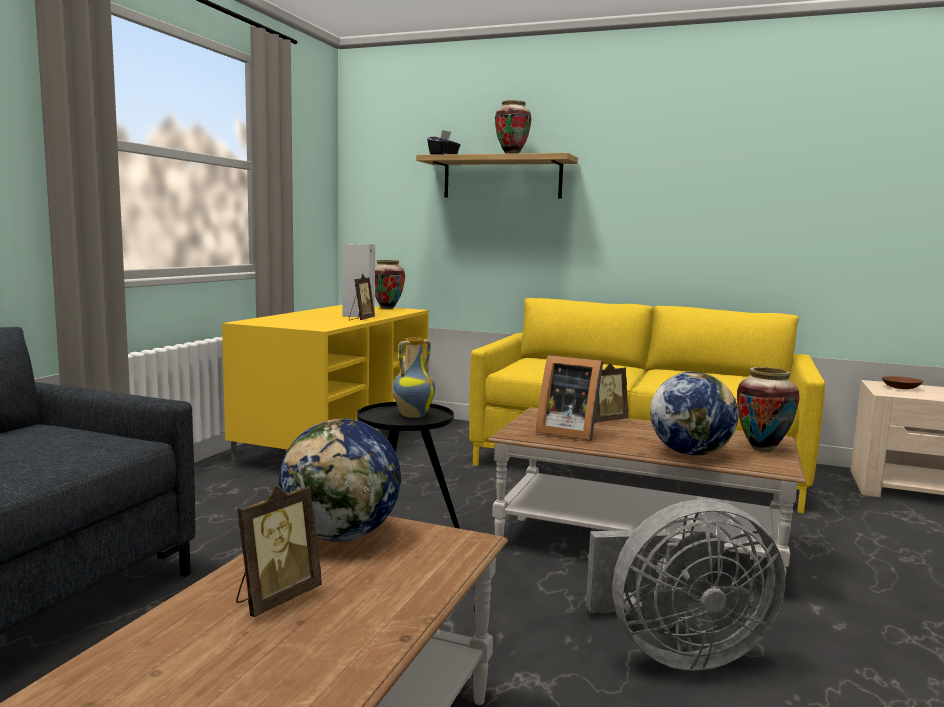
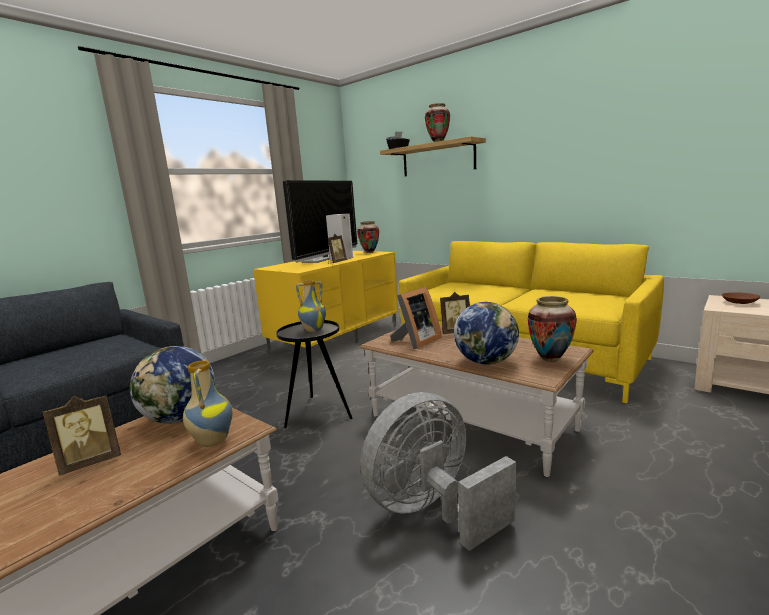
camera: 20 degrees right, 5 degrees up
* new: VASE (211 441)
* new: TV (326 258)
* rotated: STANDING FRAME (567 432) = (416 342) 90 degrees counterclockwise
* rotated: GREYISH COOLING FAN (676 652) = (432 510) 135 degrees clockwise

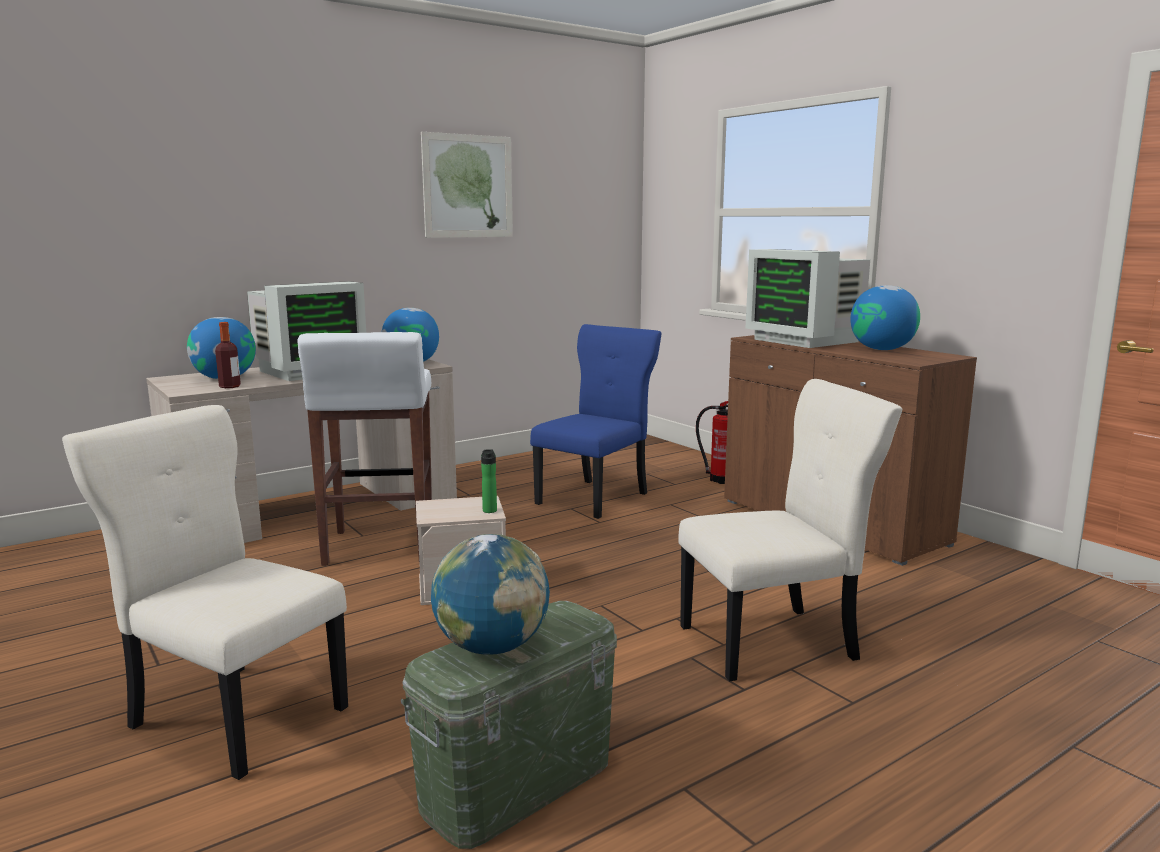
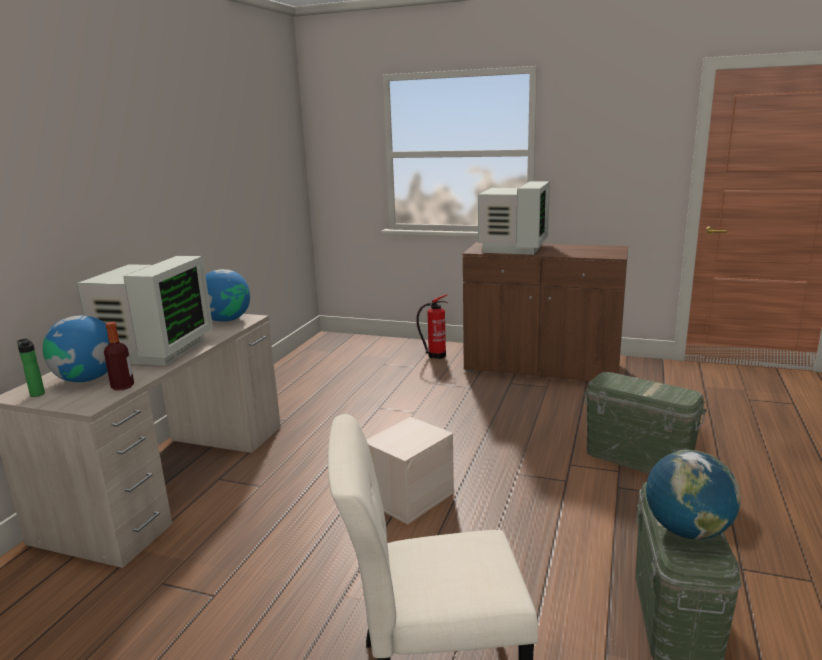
camera: 35 degrees left, 5 degrees up
* gone: WHITE SITTING STOOL (379 547)
* gone: PICTURE (468 186)
* gone: BLUISH UPRIGHT CHAIR (595 497)
* gone: DESK GLOBE (882 349)
* shifted: DRINK BOTTLE (489 510) to (37 393)
* swapped: BEIGE-COLOURED UPRIGHT CHAIR (774 642) to GREENISH STORAGE CONTAINER (638 458)
* rotated: COMPUTER DISPLAY (806 340) = (512 248) 90 degrees counterclockwise

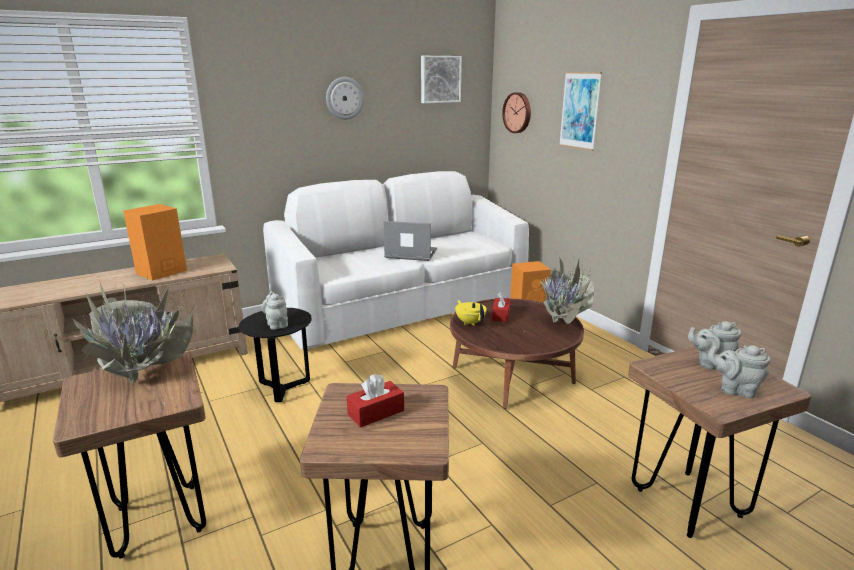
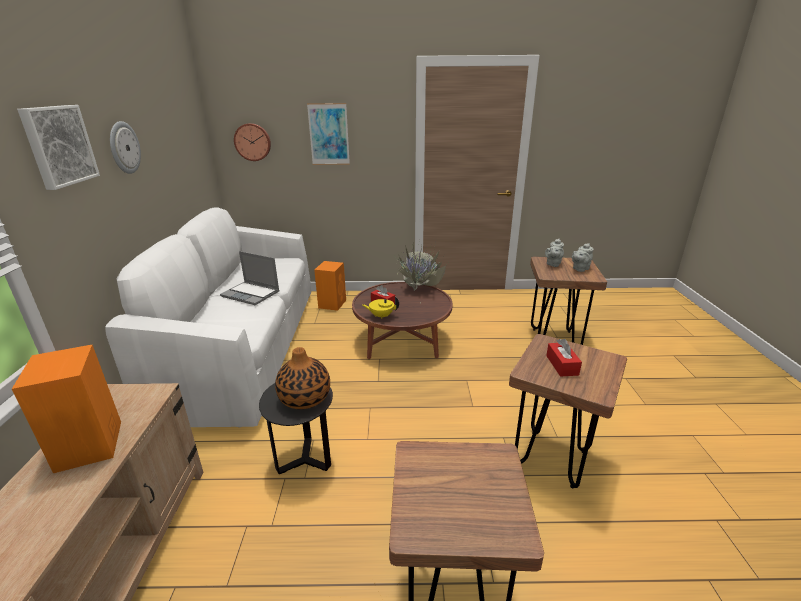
camera: 60 degrees left, 5 degrees up
* gone: HOUSEPLANT (144 378)
* shifted: PICTURE (440 79) to (58 145)
* swapped: GREYISH POT FOR TEA (277 324) to VASE (305 398)
* rotated: PORTABLE COMPUTER (410 254) = (251 294) 105 degrees counterclockwise

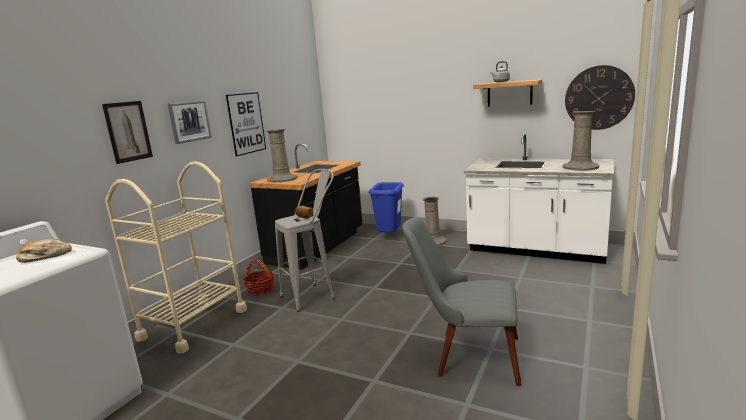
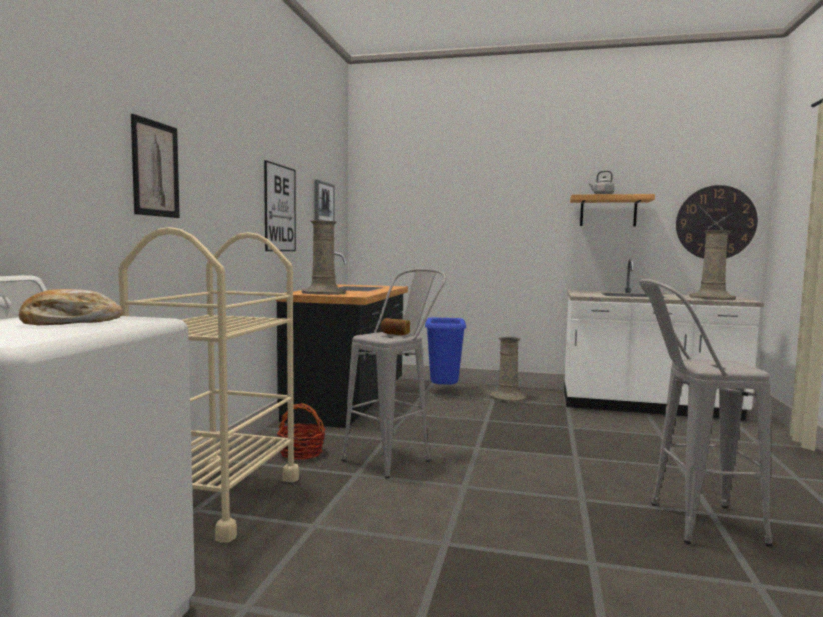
camera: 15 degrees left, 10 degrees down
* shifted: PICTURE (189 121) to (323 202)
* swapped: GREYISH UPRIGHT CHAIR (465 355) to GREYISH SITTING STOOL (689 523)

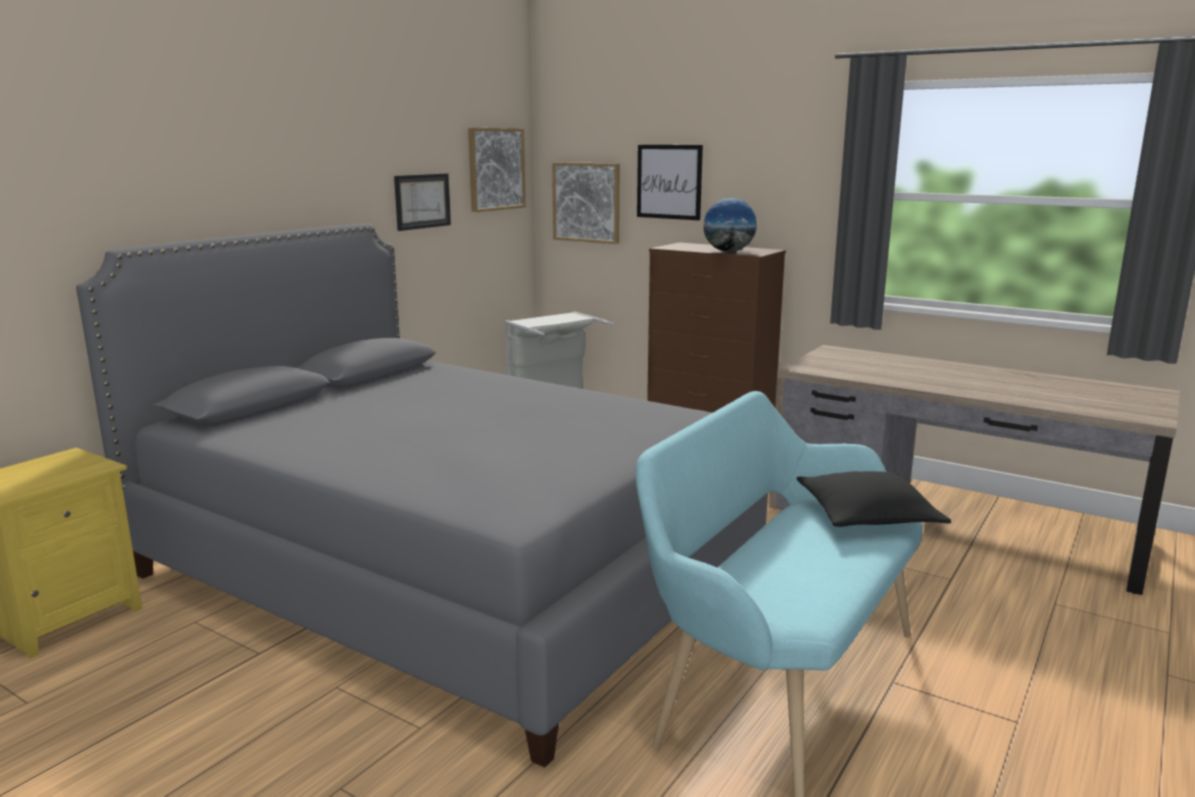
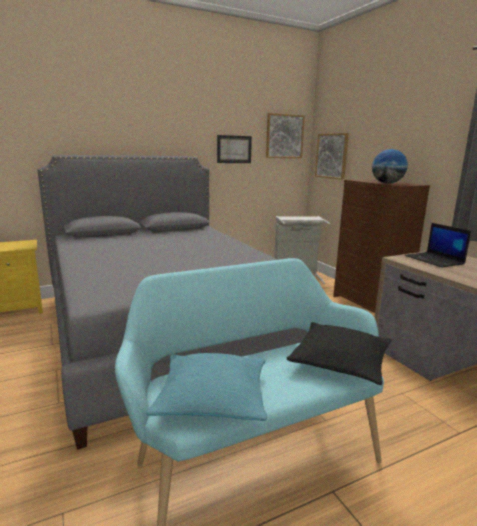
camera: 30 degrees right, 0 degrees up
* gone: PICTURE (669 182)
* new: TURQUOISE CUSHION (212 398)
* new: PORTABLE COMPUTER (435 260)

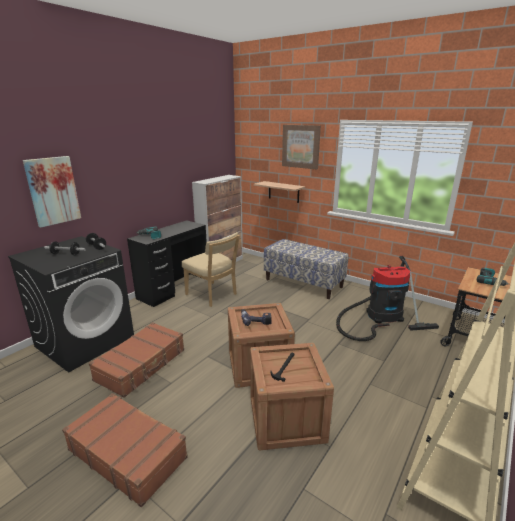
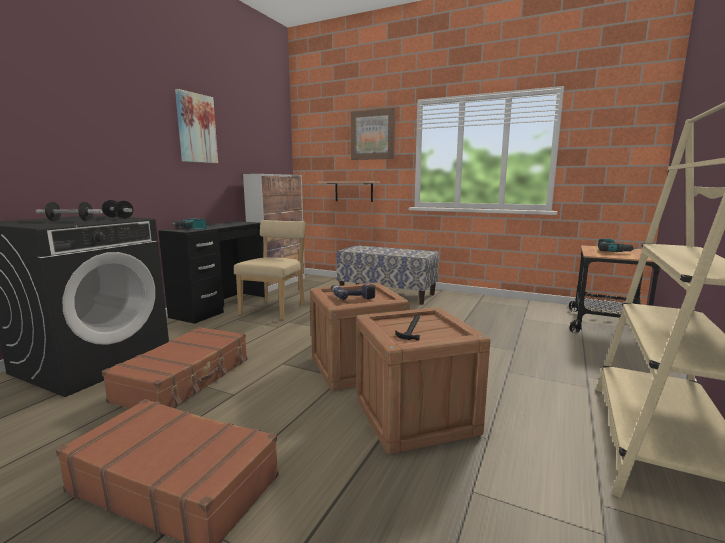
camera: 10 degrees left, 10 degrees down
* gone: HOOVER (381 317)
* shifted: PICTURE (53 191) to (196 128)
* rotated: BEIGE-COLOURED UPRIGHT CHAIR (213 295) = (275 309) 105 degrees counterclockwise

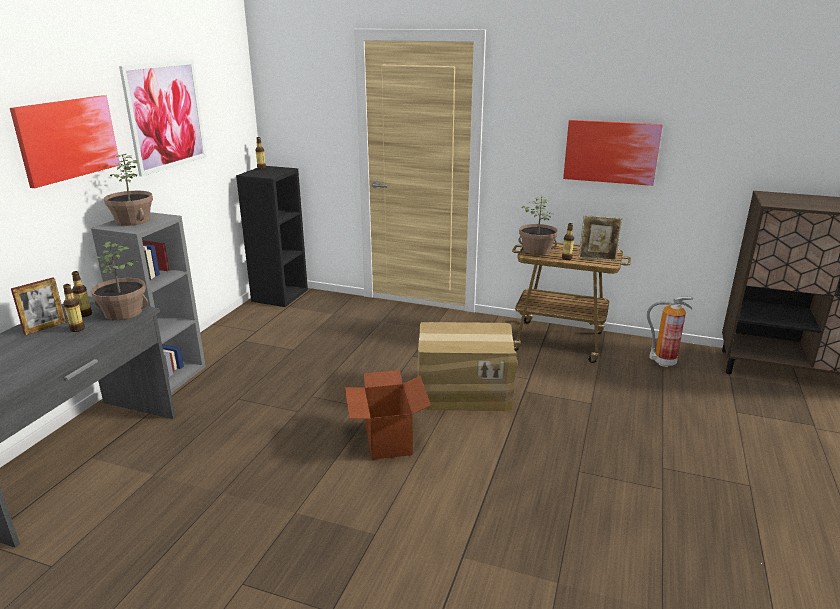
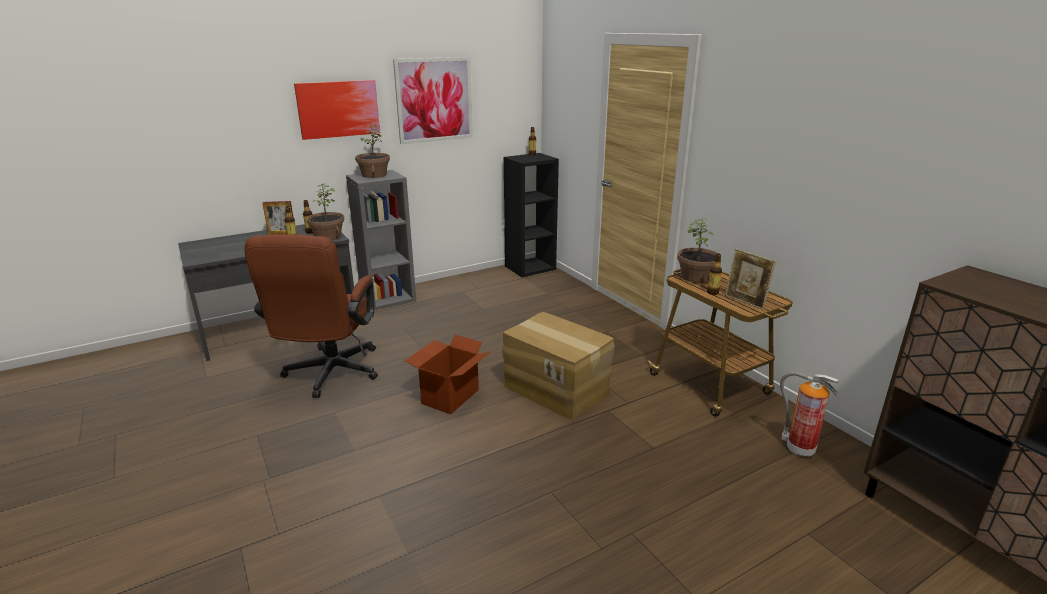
camera: 40 degrees right, 0 degrees up
* gone: PICTURE (611 152)
* new: BROWN DESK CHAIR (330 375)

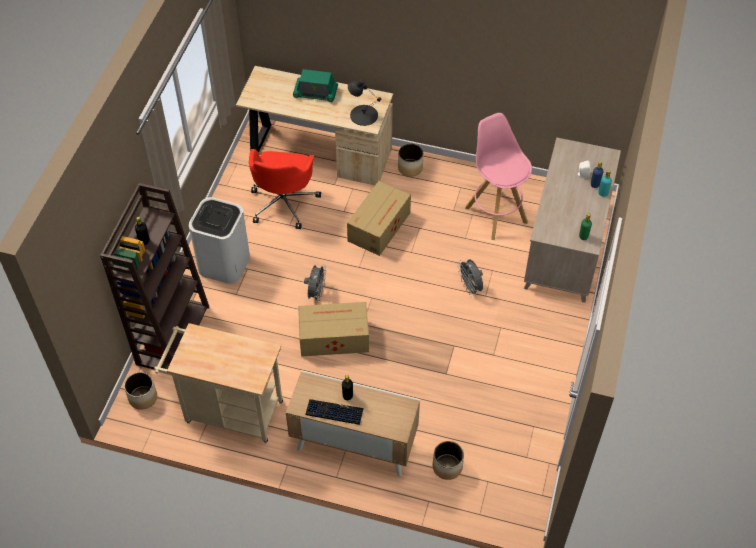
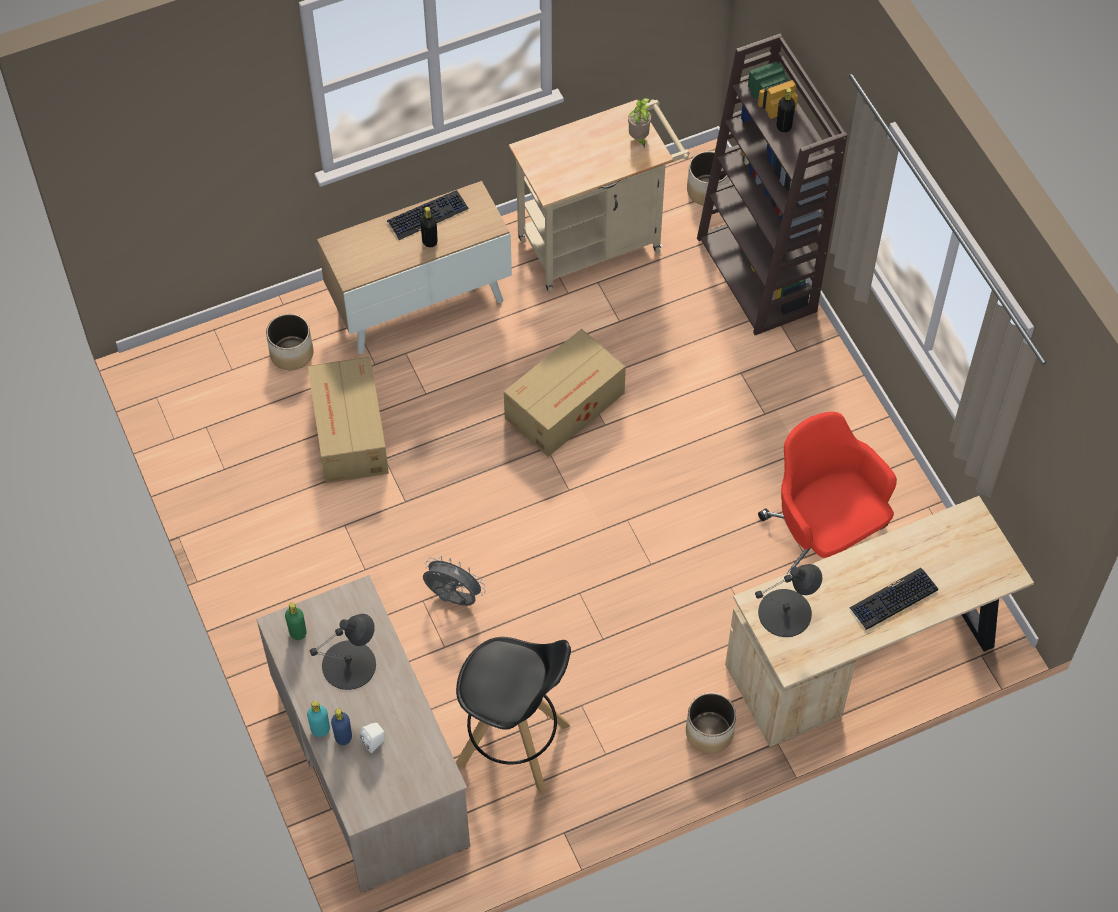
camera: 140 degrees right, 5 degrees up
* gone: WHITE WASTE BIN (224 263)
* gone: GREYISH COOLING FAN (316 293)
* new: BLACK-COLOURED LAMP FOR A TABLE (350 665)
* new: HOUSEPLANT (639 138)
* shifted: PACKING BOX (380 226) to (349 434)
* swapped: RADIO RECEIVER (315 93) to COMPUTER KEYBOARD (893 599)
* repainted: PINKISH SITTING STOOL (495 214) to BLACK-COLOURED SITTING STOOL (515 745)

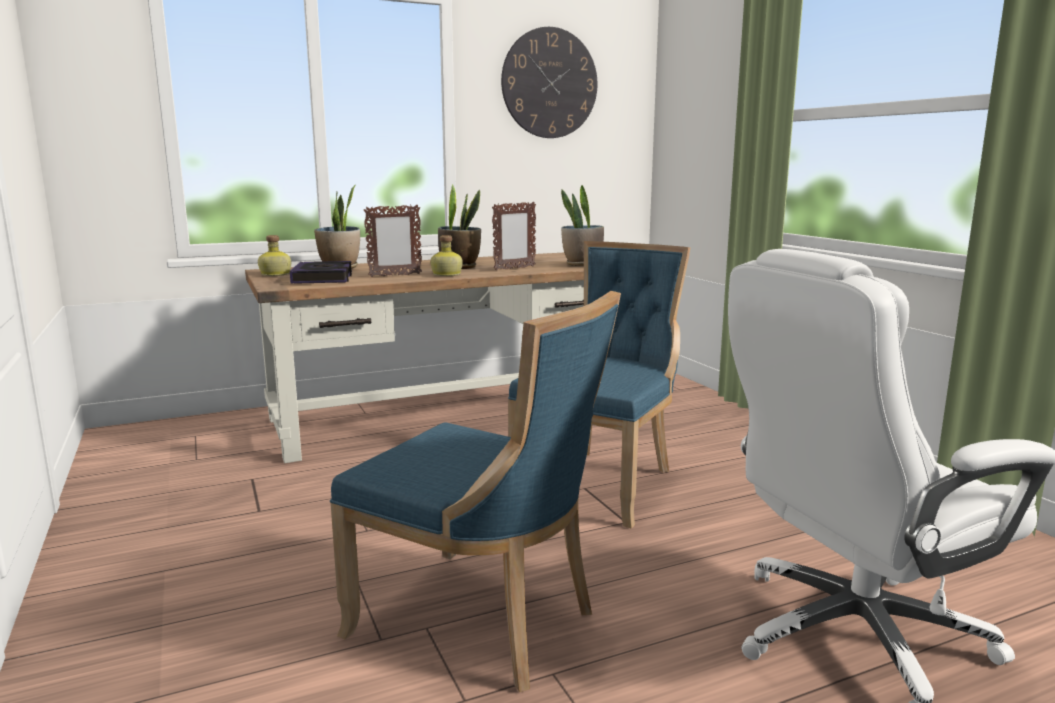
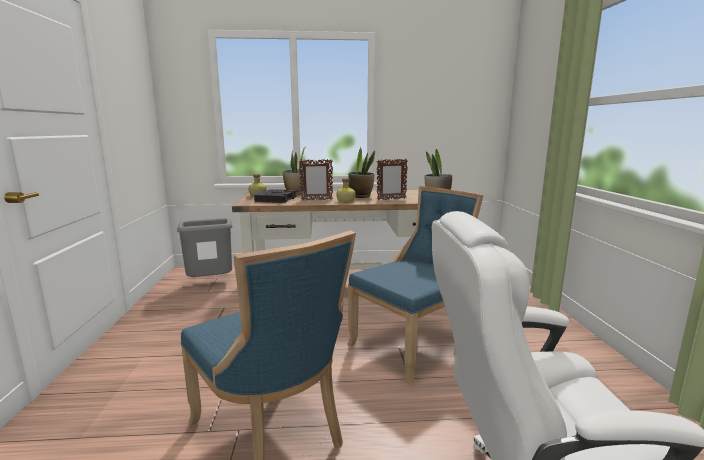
camera: 20 degrees right, 0 degrees up
* gone: CLOCK ON THE WALL (549 83)
* new: GREYISH WASTE BIN (211 283)

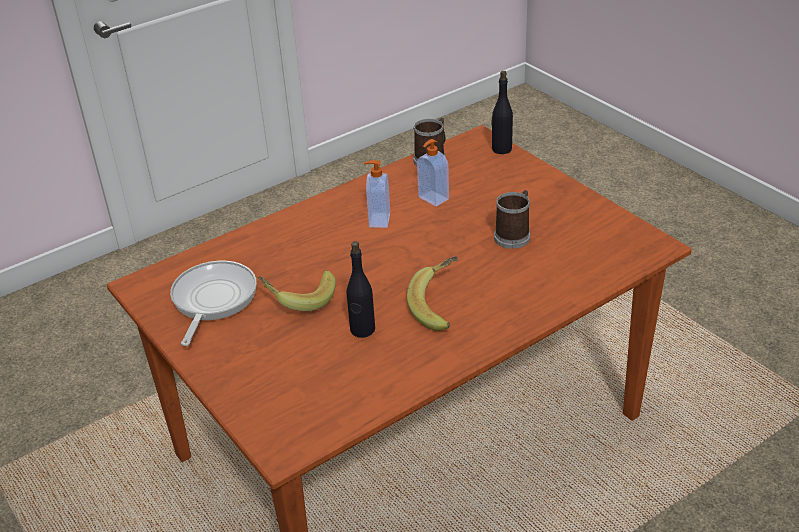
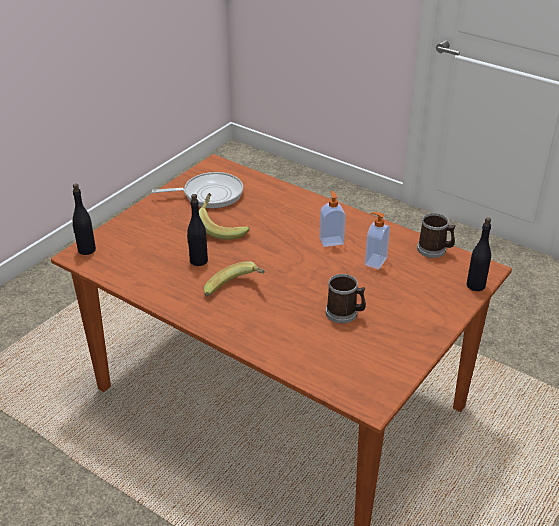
camera: 70 degrees right, 0 degrees up
* new: BLACK-COLOURED DRINK BOTTLE (86 250)

